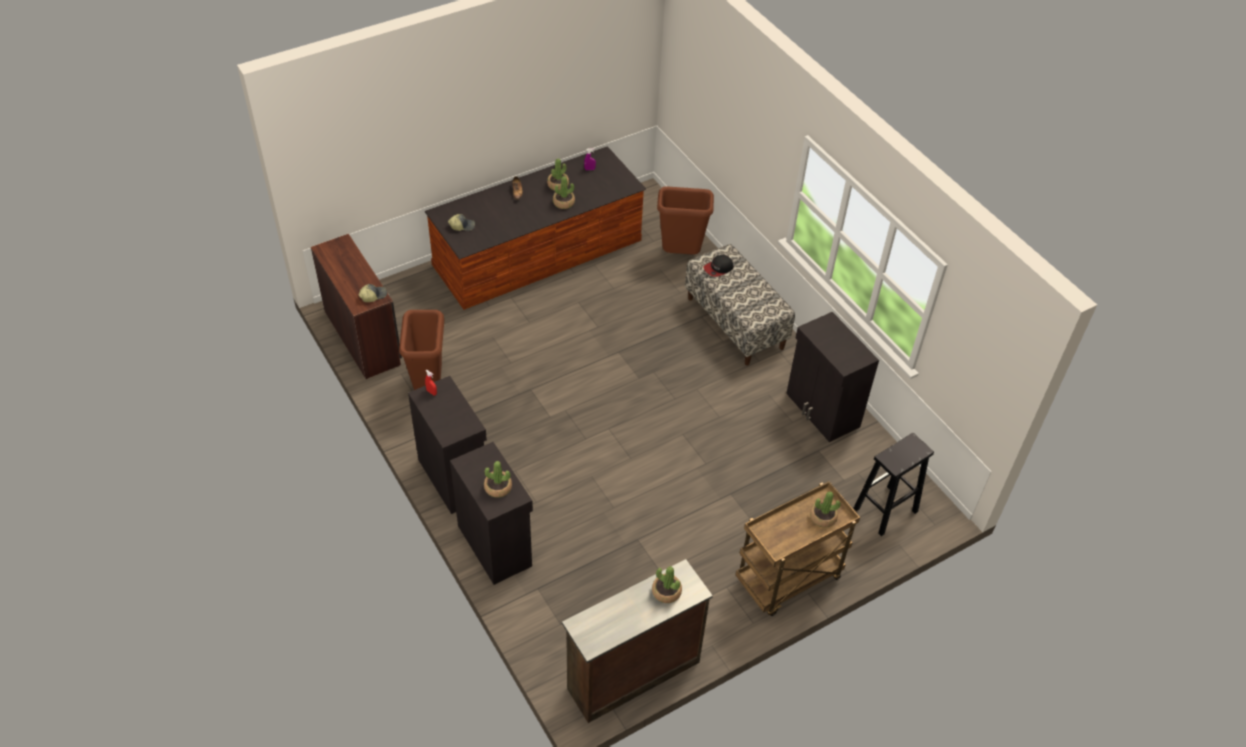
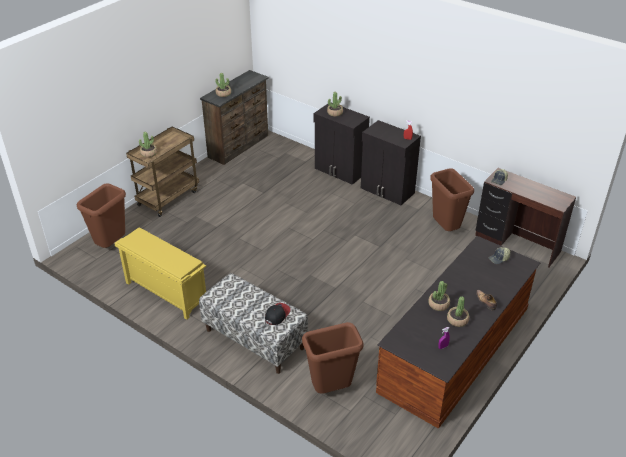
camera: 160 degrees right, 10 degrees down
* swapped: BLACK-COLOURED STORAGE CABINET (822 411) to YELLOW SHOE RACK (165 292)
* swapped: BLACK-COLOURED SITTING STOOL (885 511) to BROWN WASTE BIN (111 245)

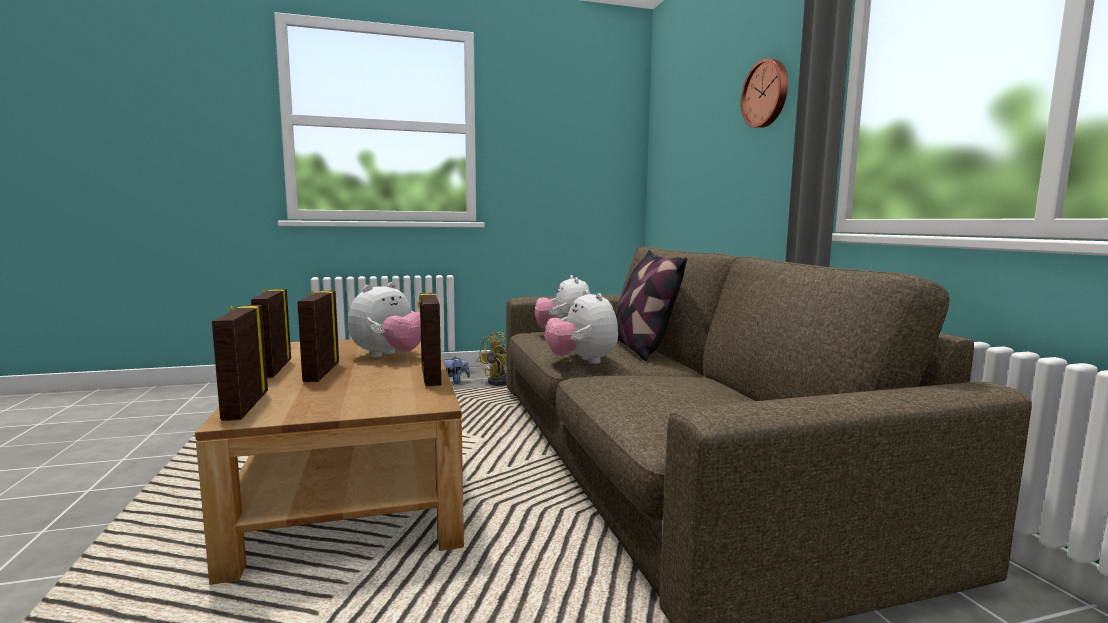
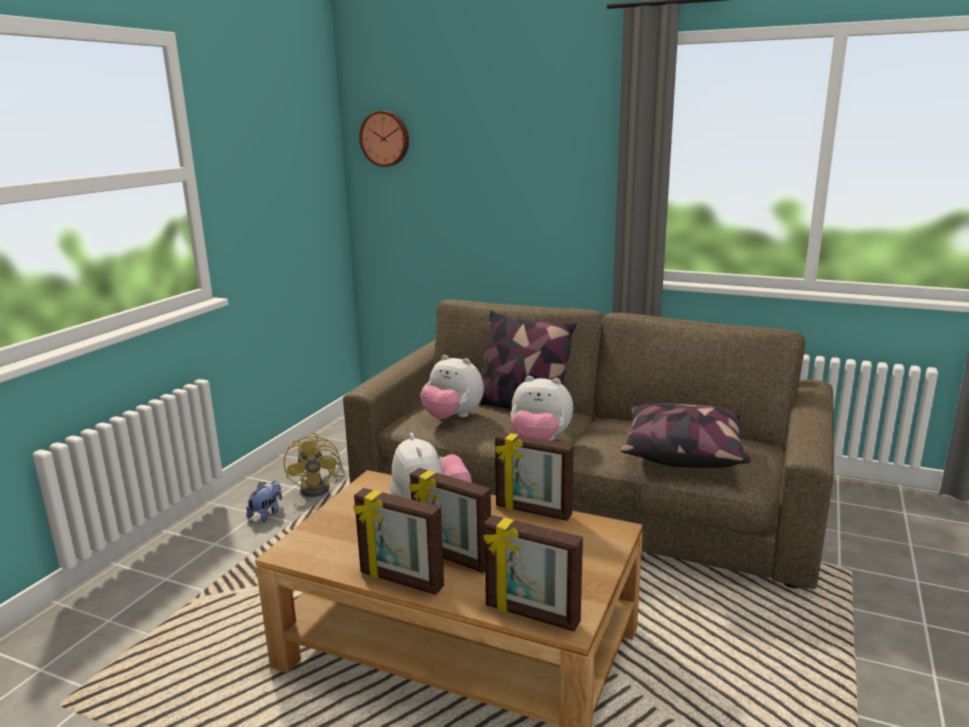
camera: 50 degrees left, 10 degrees up
* new: CUSHION (682 452)
* shifted: CLOCK ON THE WALL (766 94) to (385 138)

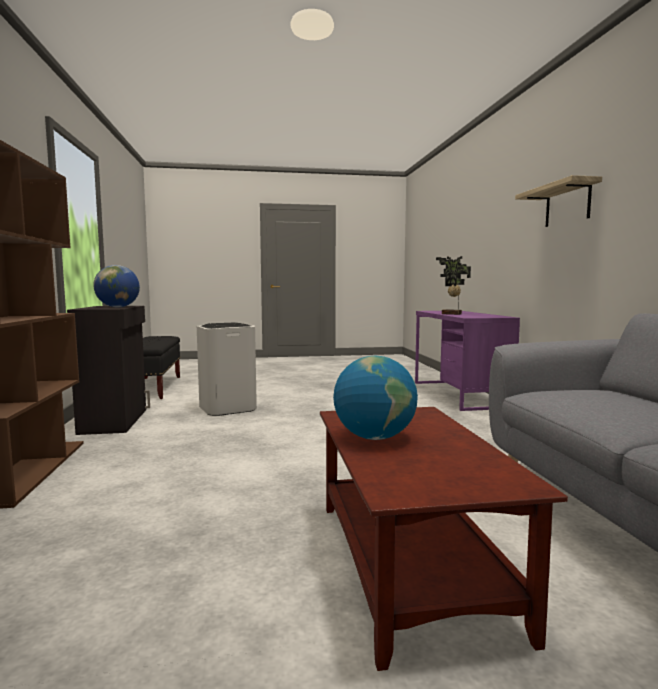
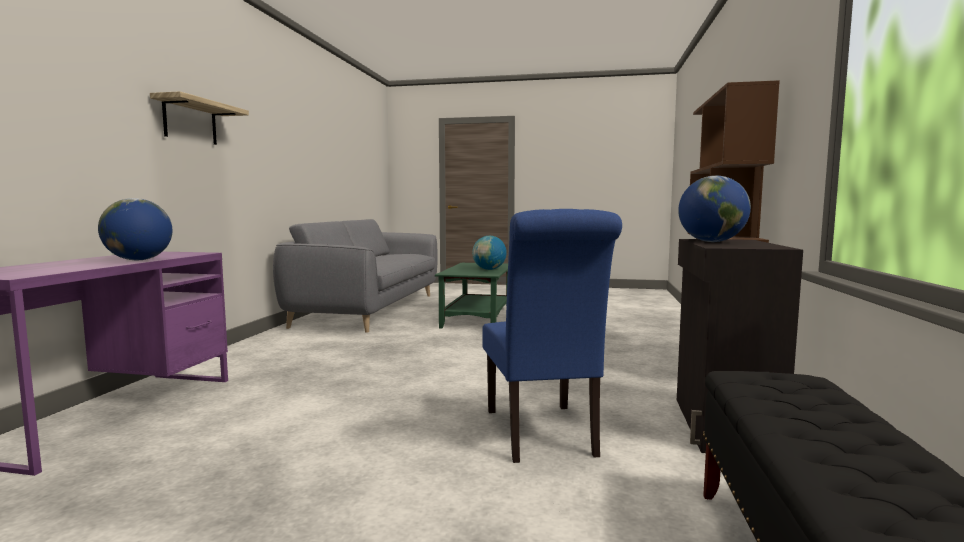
camera: 160 degrees left, 0 degrees up
* swapped: WHITE WASTE BIN (228 407) to BLUISH UPRIGHT CHAIR (542 435)
* swapped: HOUSEPLANT (451 314) to DESK GLOBE (139 260)
* repainted: BROWN LOW TABLE (411 564) to GREENISH LOW TABLE (477 318)

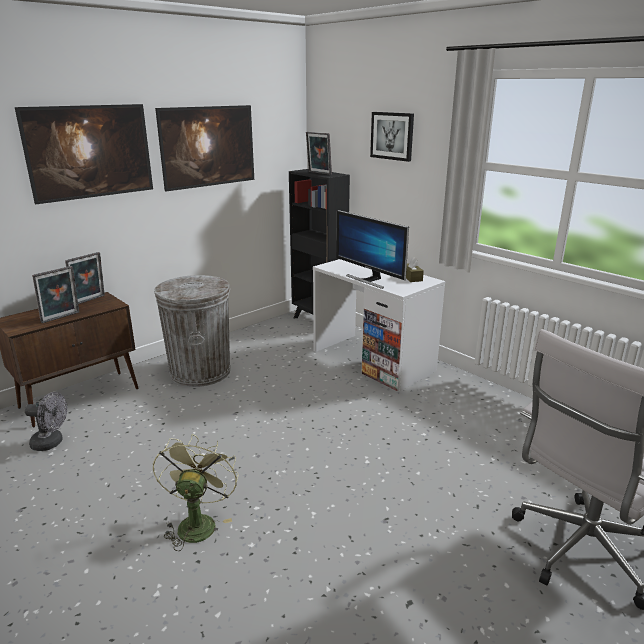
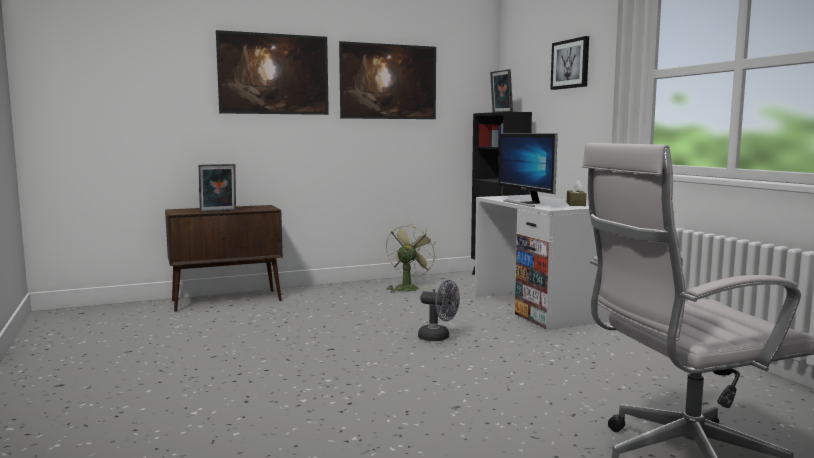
camera: 20 degrees right, 15 degrees down
* gone: STANDING FRAME (89 300)
* gone: GREYISH WASTE BIN (200 371)
* shifted: GREYISH COOLING FAN (52 443) to (438 338)
* shifted: GREENISH COOLING FAN (197 522) to (408 287)

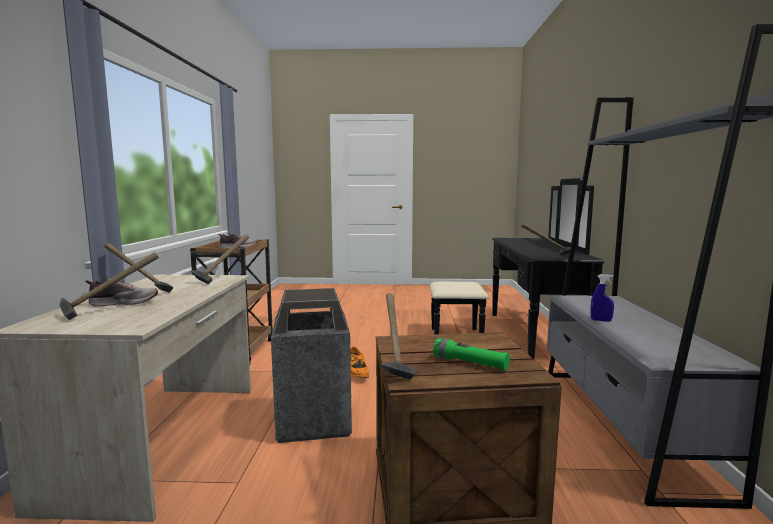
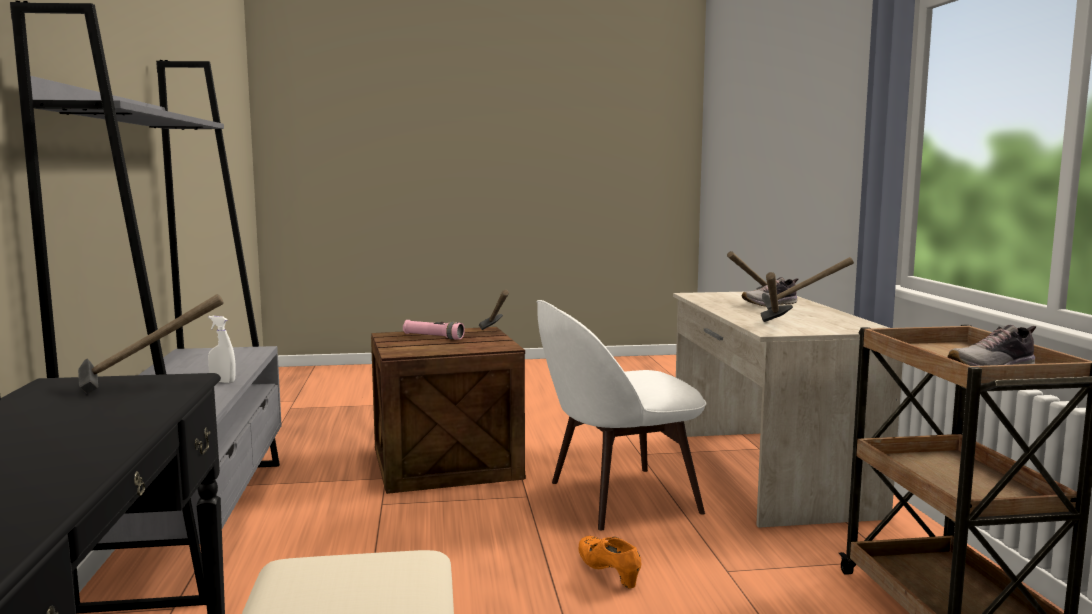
camera: 170 degrees right, 0 degrees up
* swapped: WASTE BIN (314 422) to WHITE UPRIGHT CHAIR (617 498)
* repainted: GREENISH TORCH (470 363) to PINKISH TORCH (433 337)
* repainted: BLUISH SPRAYER (601 320) to WHITE SPRAYER (222 382)

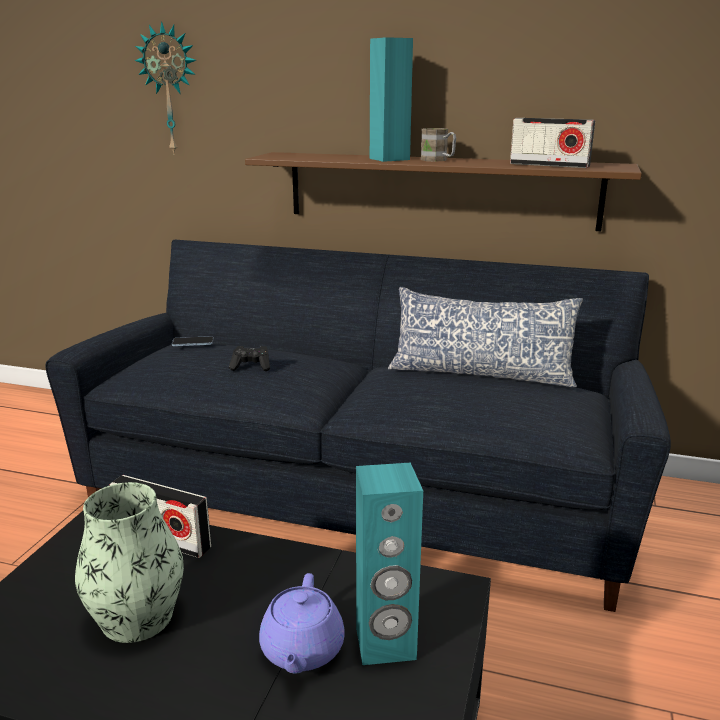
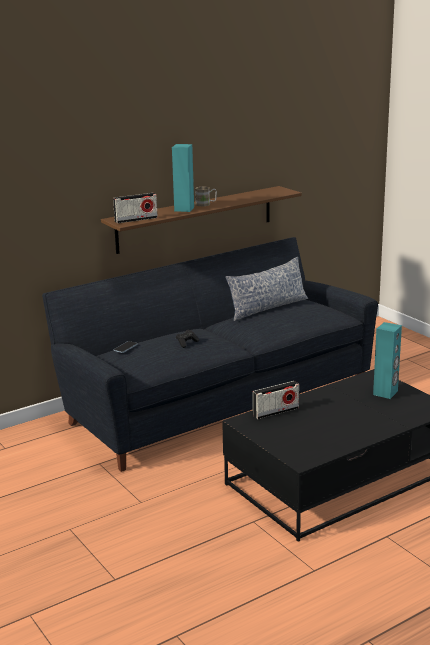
camera: 50 degrees left, 0 degrees up
* gone: VASE (137 617)
* gone: CLOCK ON THE WALL (170 90)
* gone: PURPLISH POT FOR TEA (302 650)
* shifted: RADIO RECEIVER (549 165) to (136 219)

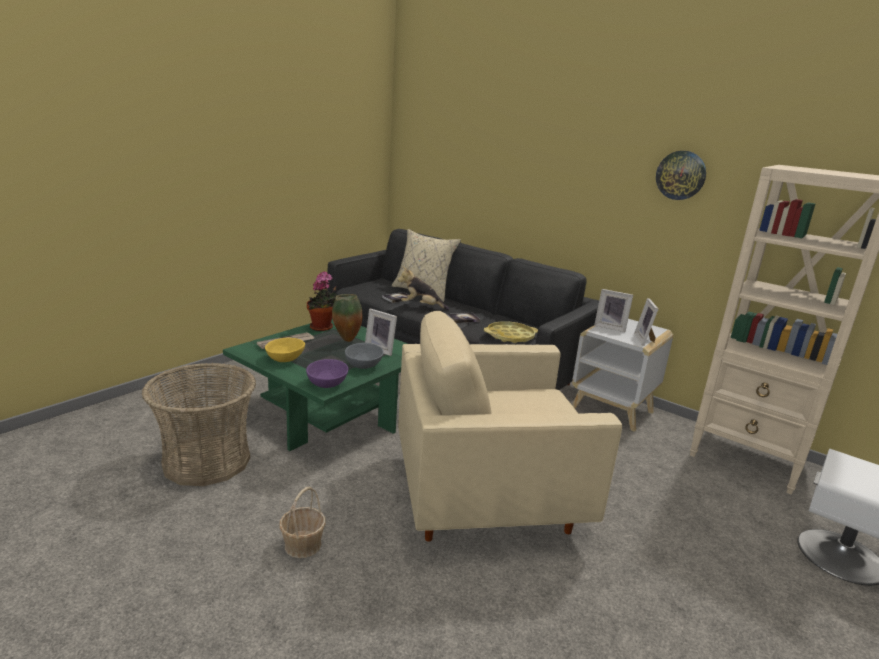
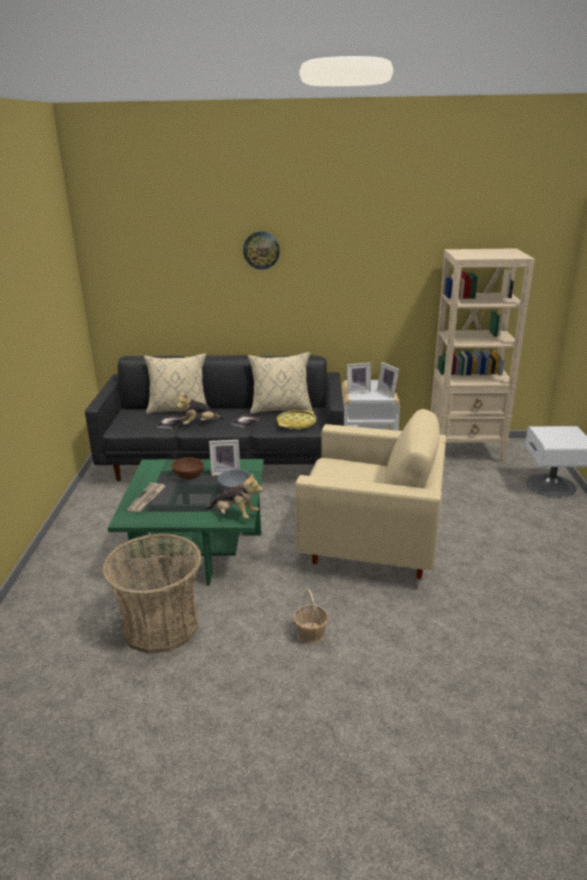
camera: 35 degrees left, 5 degrees up
* gone: YELLOW BOWL (285 359)
* gone: HOUSEPLANT (323 328)
* new: BEIGE-COLOURED CUSHION (280 409)
* shifted: CLOCK ON THE WALL (680 175) to (261 250)
* swapped: PURPLISH BOWL (327 383) to SOFT TOY (235 515)
* swapped: VASE (346 340) to BROWN BOWL (188 476)
* rotated: BEIGE-COLOURED LOUNGE CHAIR (487 496) = (370 544) 120 degrees counterclockwise

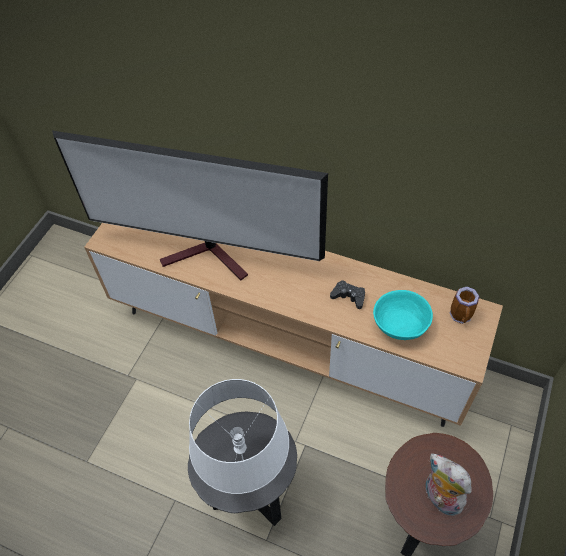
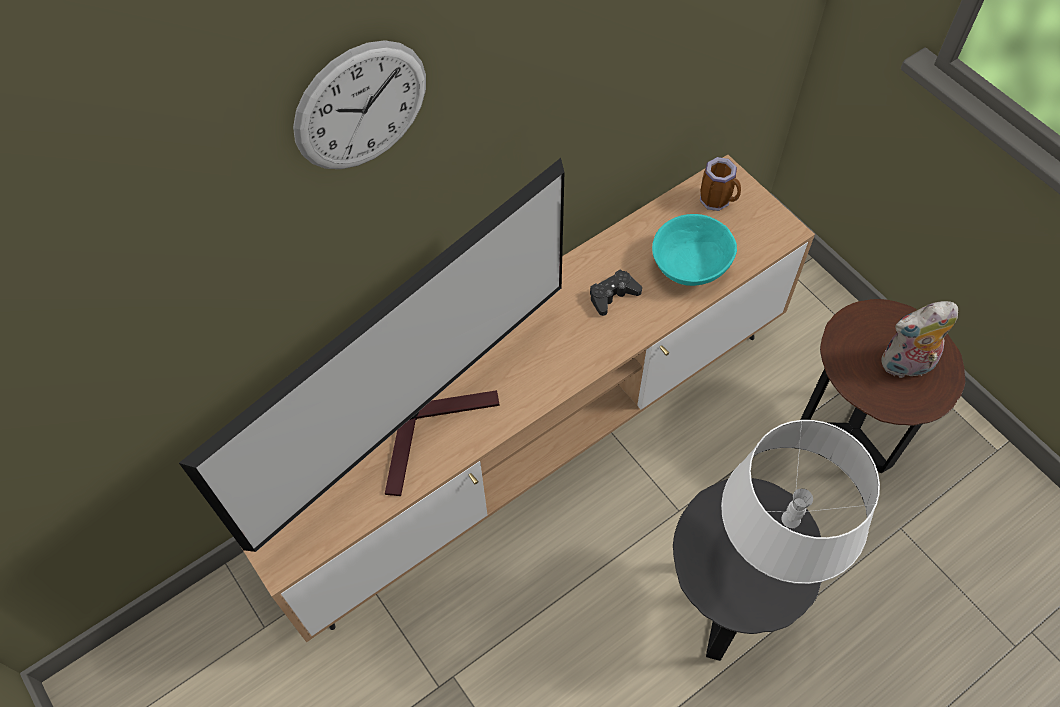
camera: 60 degrees left, 5 degrees up
* new: CLOCK ON THE WALL (361 107)

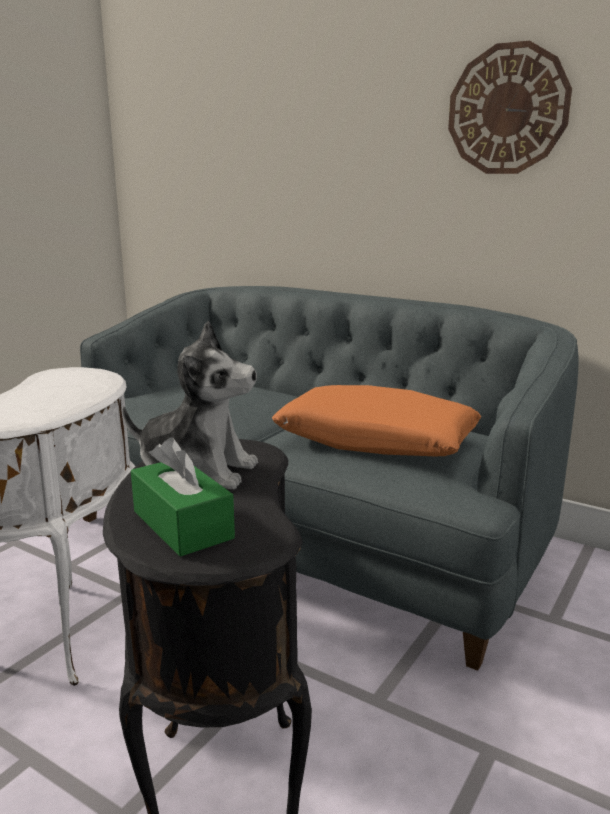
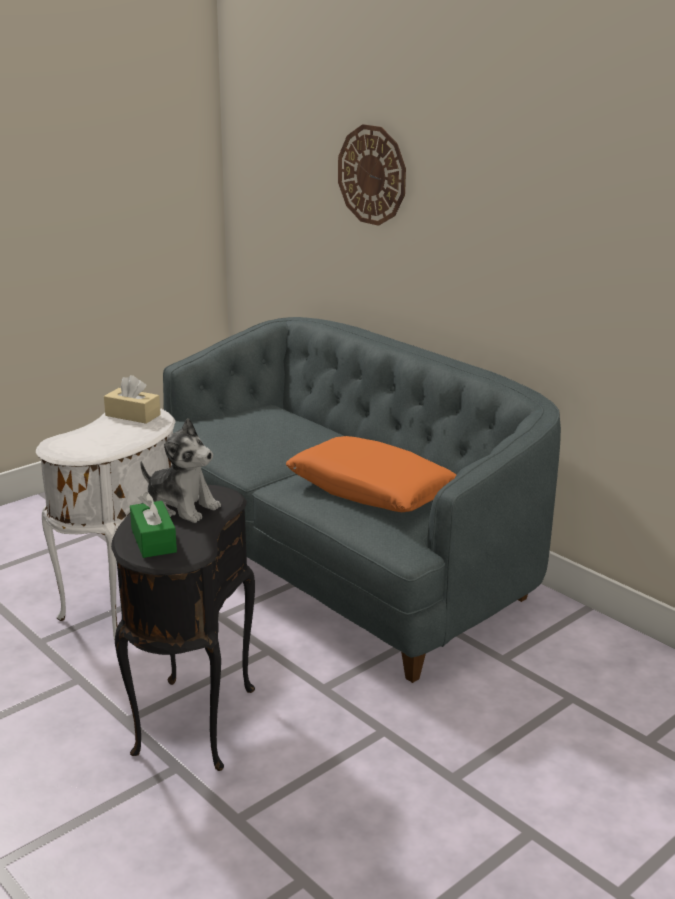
camera: 15 degrees right, 5 degrees up
* new: BEIGE-COLOURED BOX OF TISSUES (133 415)
* shifted: CLOCK ON THE WALL (507 110) to (372 175)

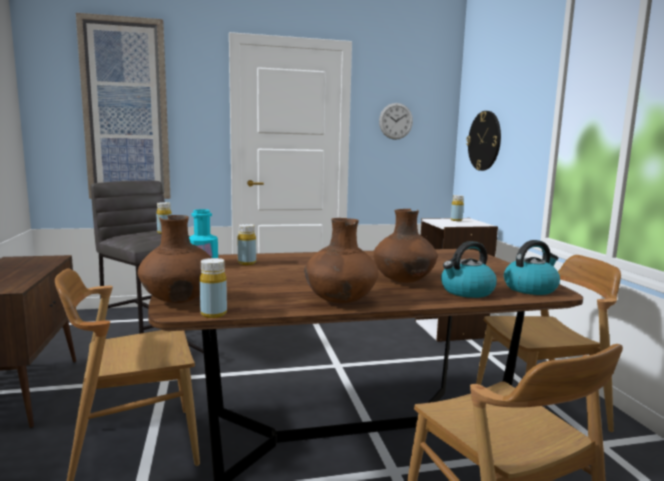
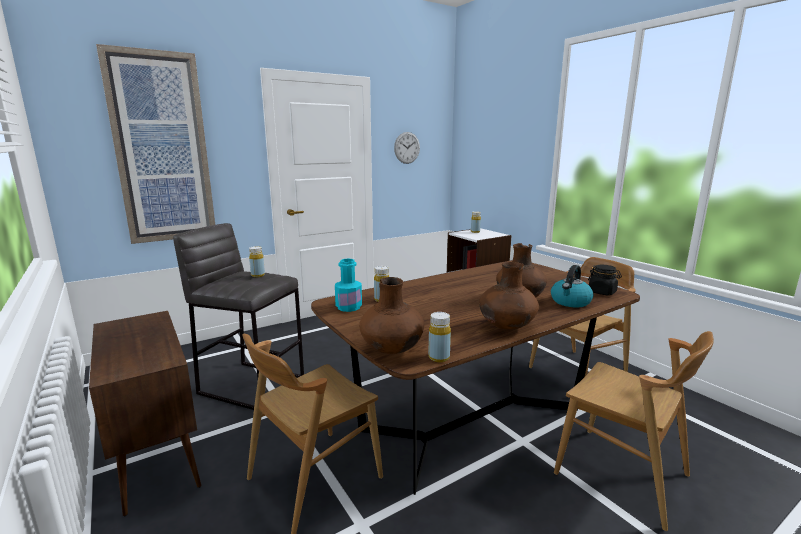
camera: 20 degrees left, 5 degrees up
* gone: CLOCK ON THE WALL (484 141)
* swapped: WATER KETTLE (530 288) to BLACK-COLOURED STORAGE JAR (602 292)

